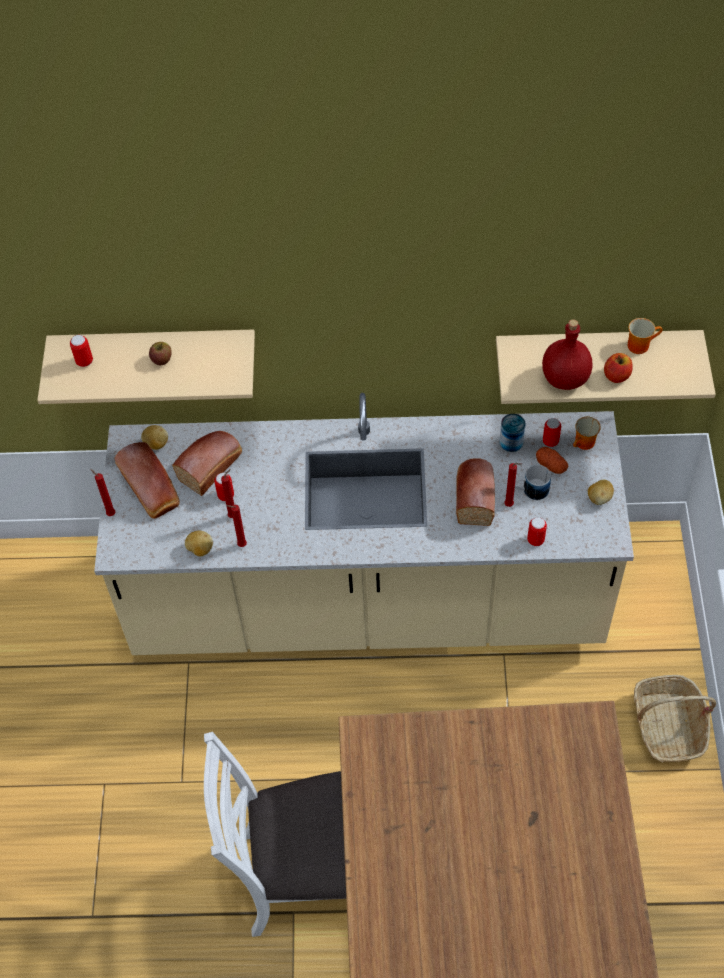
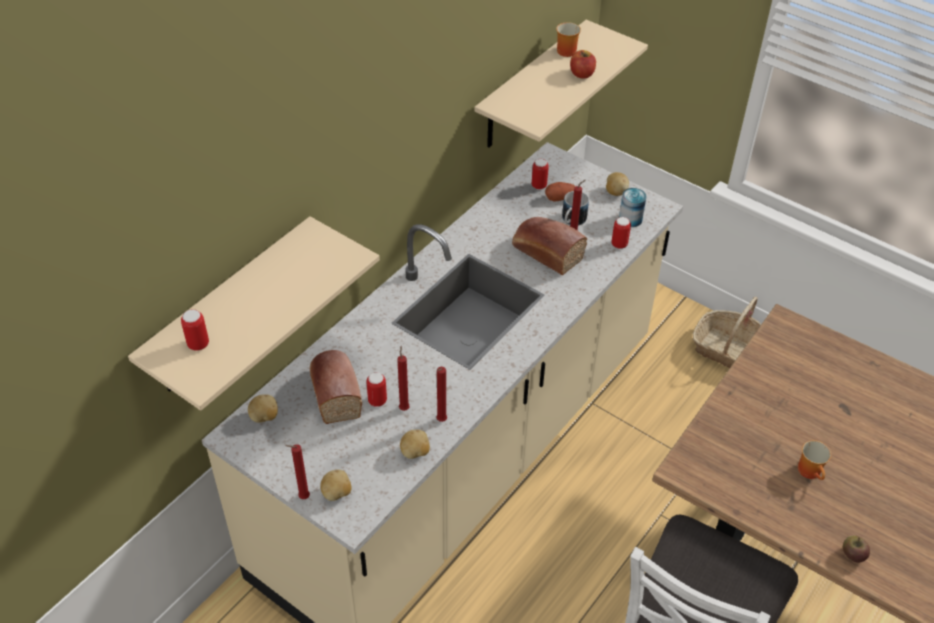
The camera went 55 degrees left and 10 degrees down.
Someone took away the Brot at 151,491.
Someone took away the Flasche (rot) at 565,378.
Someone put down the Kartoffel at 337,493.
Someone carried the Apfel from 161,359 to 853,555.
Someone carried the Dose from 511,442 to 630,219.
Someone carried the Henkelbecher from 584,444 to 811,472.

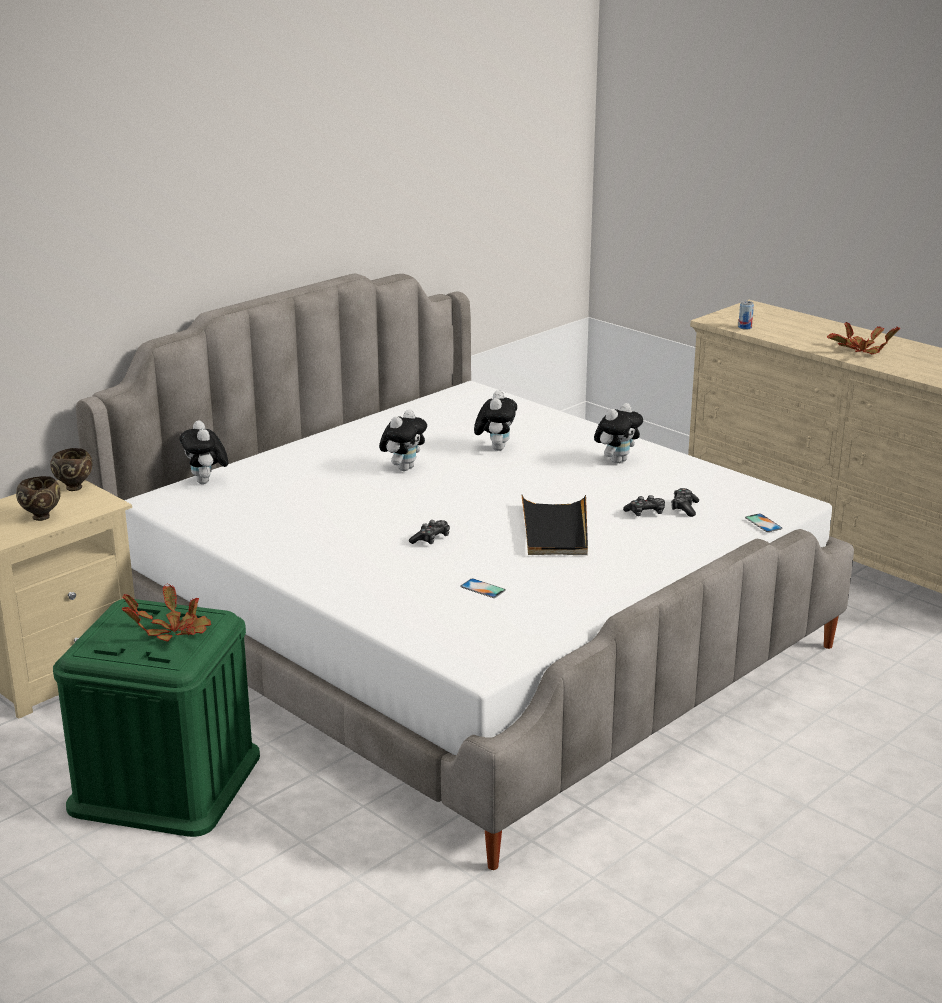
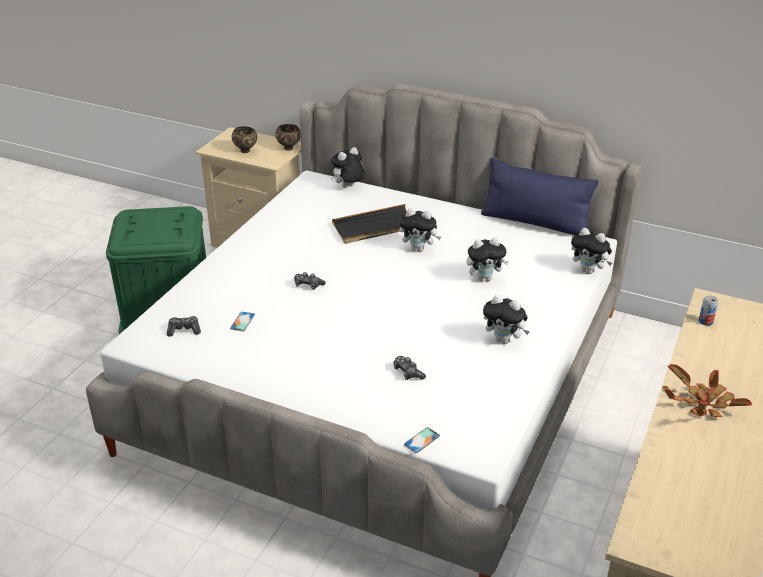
The camera went 70 degrees right and 10 degrees up.
Someone took away the Topfpflanze at 173,631.
Someone put down the Kissen (blau) at 535,223.
Someone put down the Plüschtier at 589,271.
Someone carried the Tablett (schwarz) from 555,530 to 375,227.
Someone carried the Gamepad from 684,508 to 184,330.

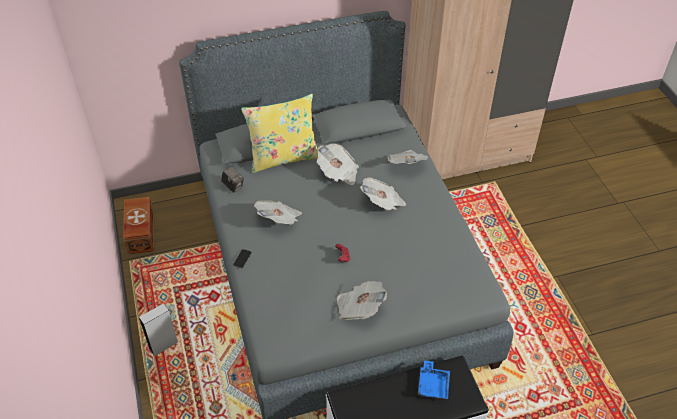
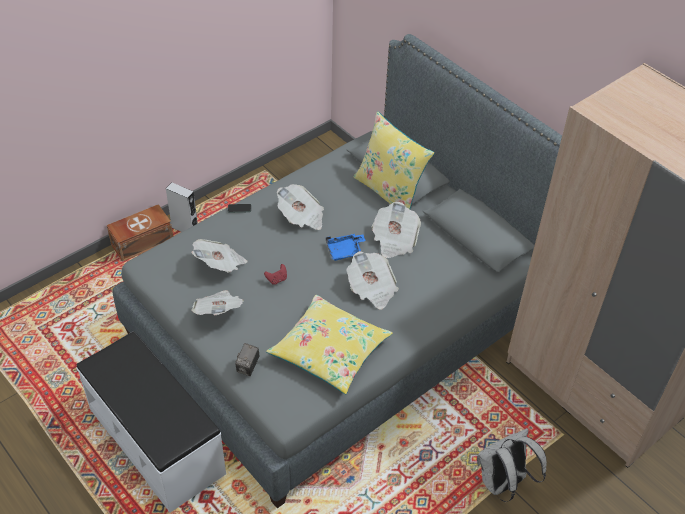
The camera went 65 degrees right and 0 degrees up.
Someone put down the Kissen (gelb) at 329,351.
Someone put down the Rucksack (weiß) at 503,483.
Someone carried the Aufbewahrungsbox (braun) from 140,234 to 141,242.
Someone carried the Kamera from 233,186 to 248,367.
Someone carried the Zeitung from 406,165 to 220,265.
Someone carried the Tablett (blau) from 433,385 to 345,251.

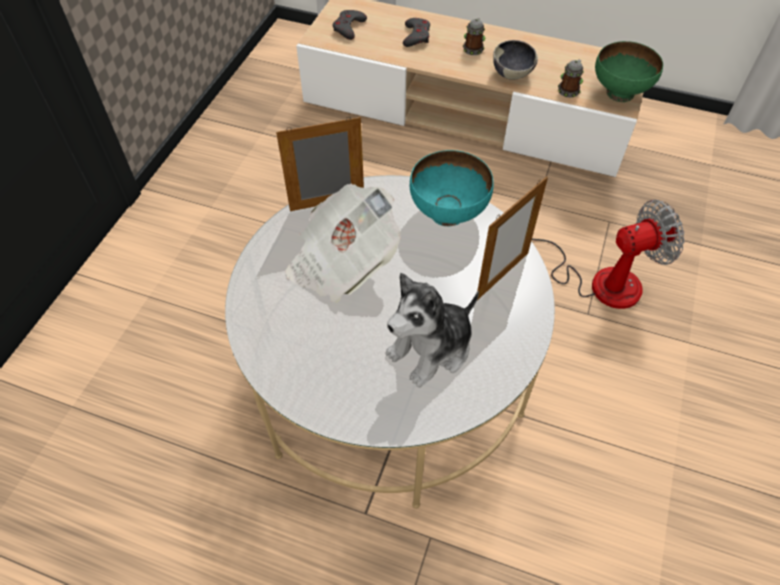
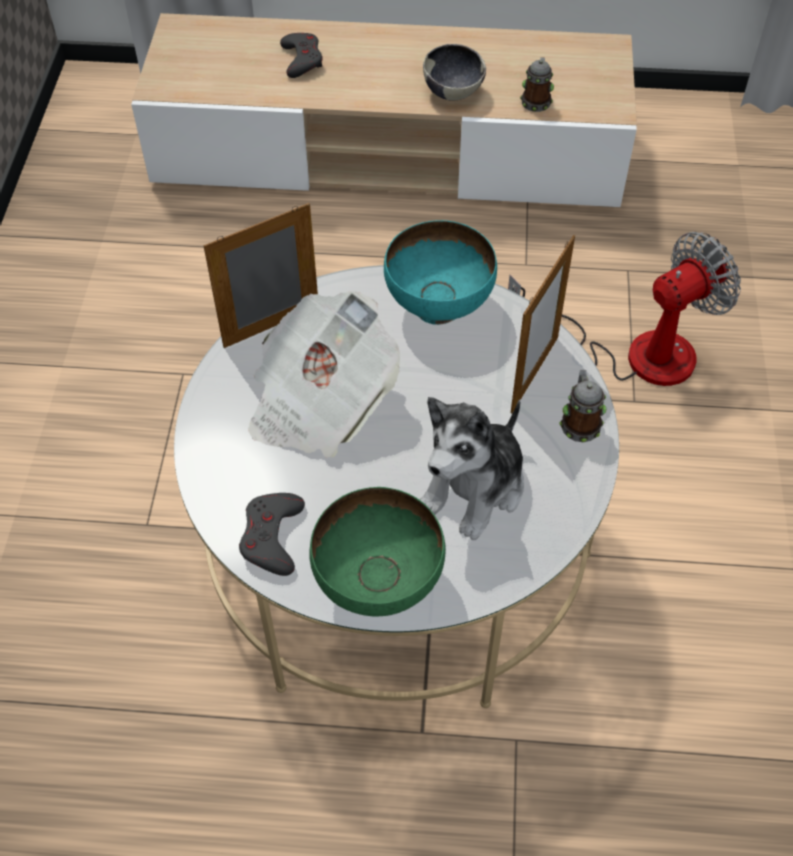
The camera went 15 degrees left and 0 degrees up.
Someone carried the Gamepad (grau) from 348,27 to 272,537.
Someone carried the Henkelbecher from 473,48 to 580,422.
Someone carried the Schüssel (grün) from 619,92 to 379,582.

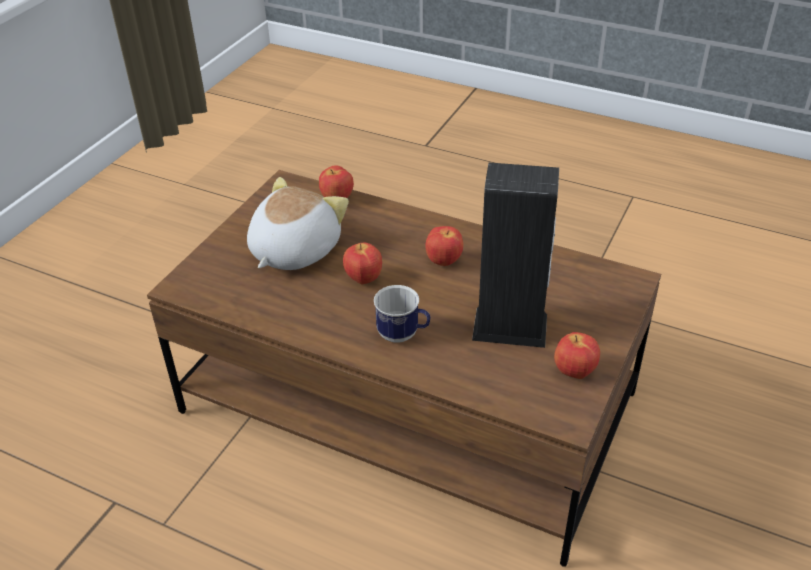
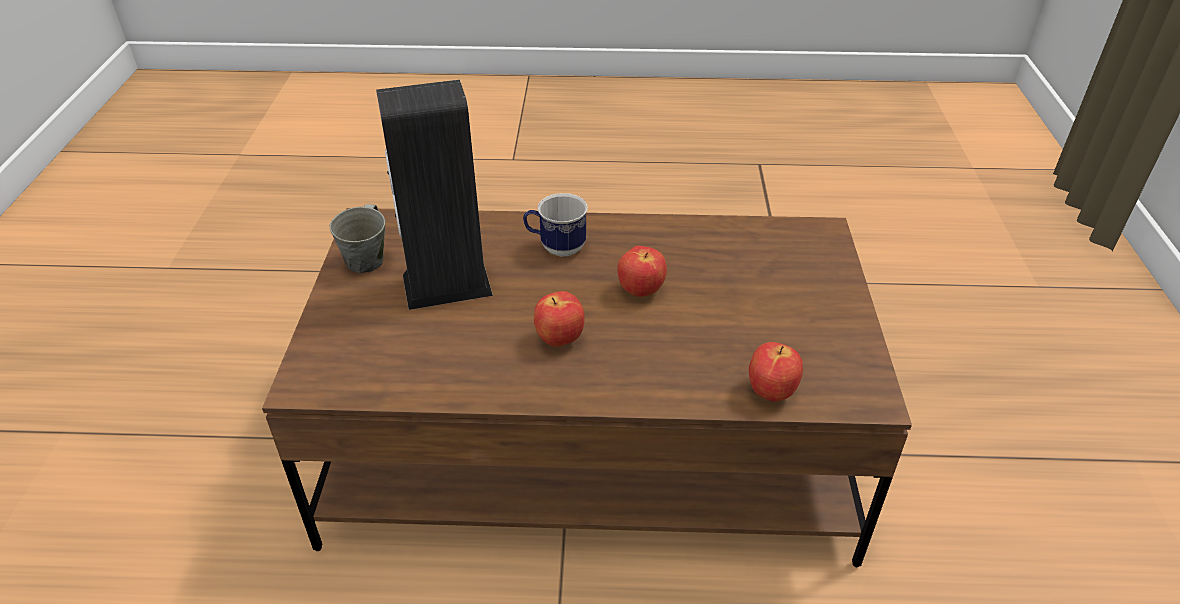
The camera went 155 degrees right and 0 degrees up.
Someone took away the Plüschtier at 293,250.
Someone swapped the Apfel at 574,372 for the Henkelbecher (grau) at 367,260.

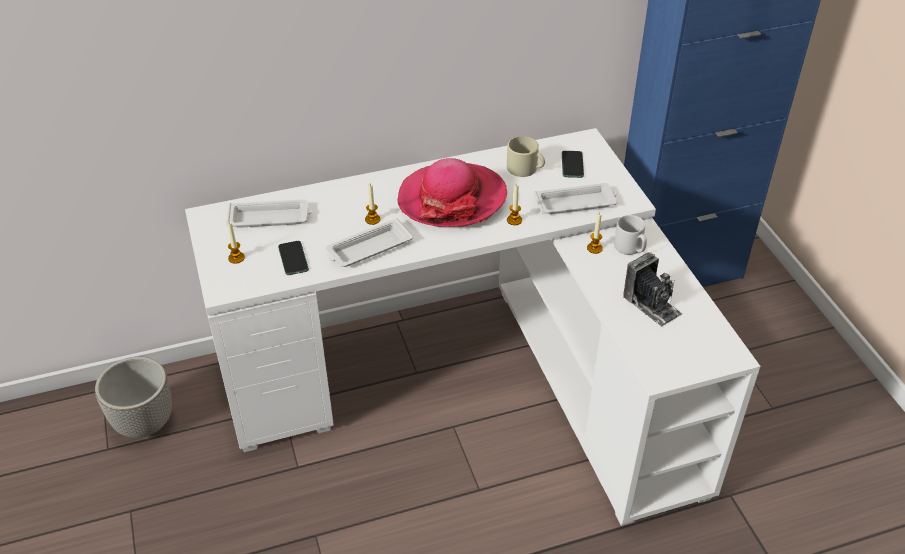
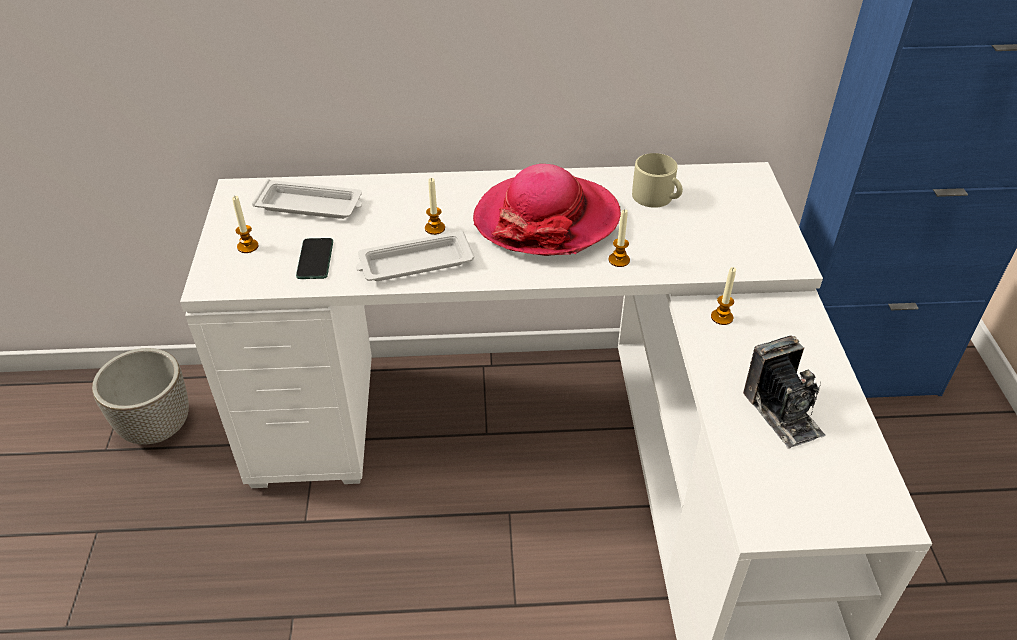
The camera went 15 degrees right and 0 degrees up.
Someone took away the Tablett (weiß) at 576,203.
Someone took away the Handy at 572,165.
Someone took away the Henkelbecher (grau) at 630,248.

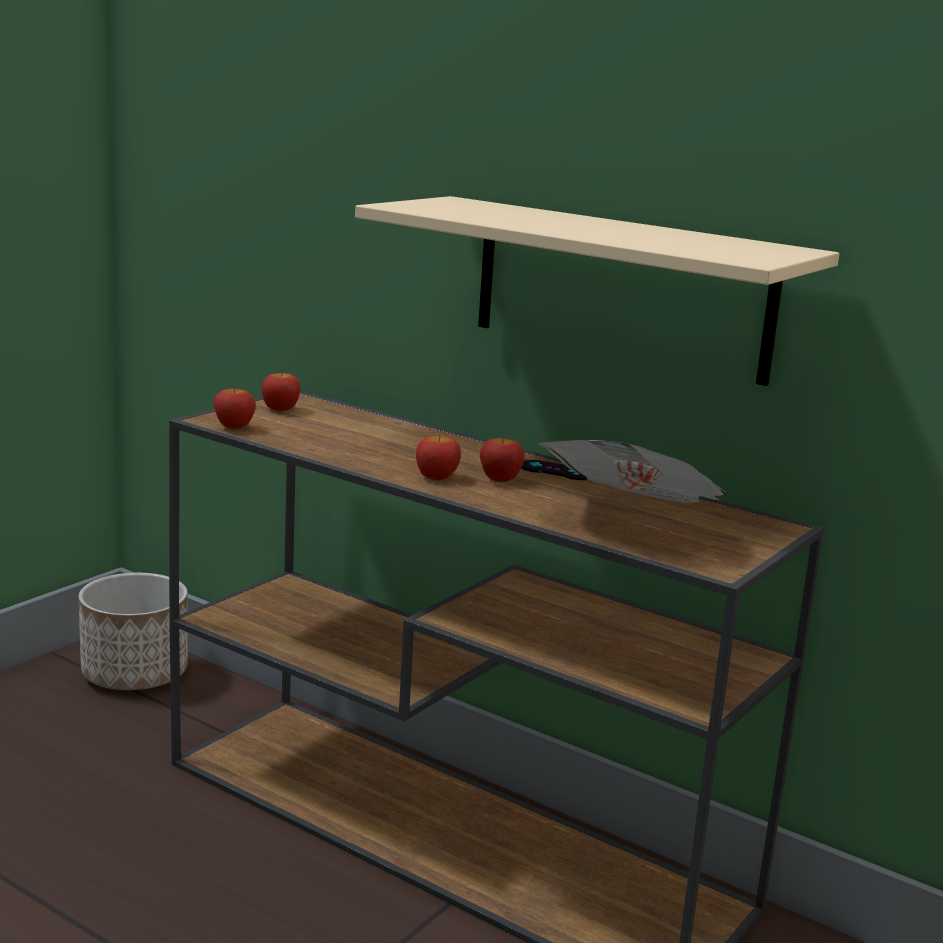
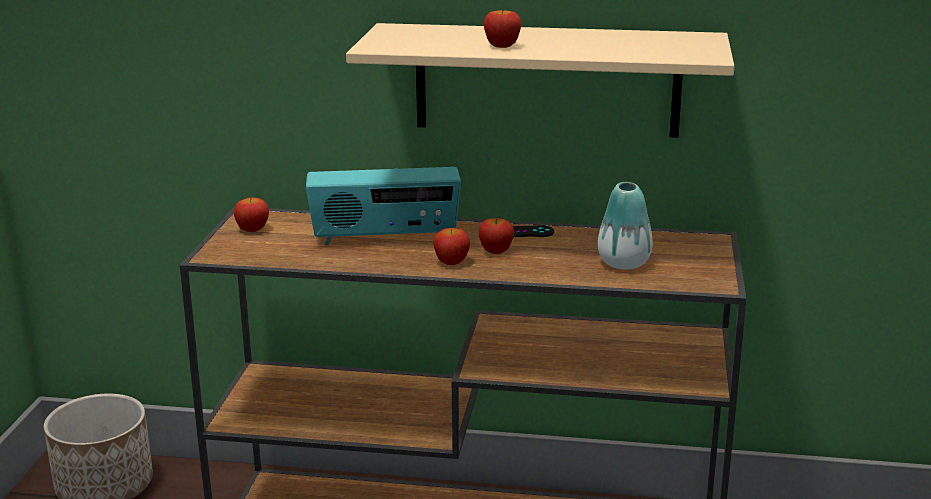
The camera went 25 degrees left and 5 degrees up.
Someone put down the Radio at 385,238.
Someone carried the Apfel from 234,427 to 502,46.
Someone swapped the Zeitung at 632,522 for the Vase at 624,263.

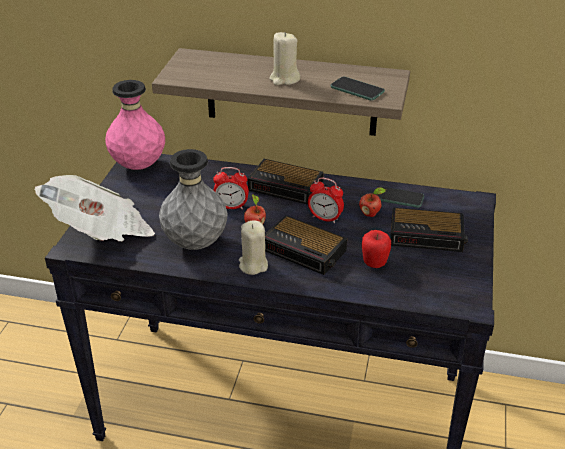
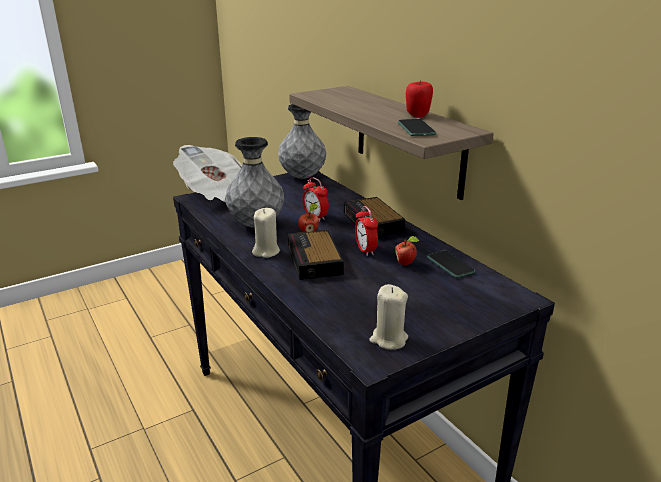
The camera went 45 degrees right and 10 degrees down.
Someone took away the Wecker at 428,235.
Someone carried the Kerze (beige) from 284,79 to 388,339.
Someone carried the Apfel from 374,263 to 417,115.
Someone repainted the Vase (rosa) at 139,165, which became the Vase (grau) at 302,177.

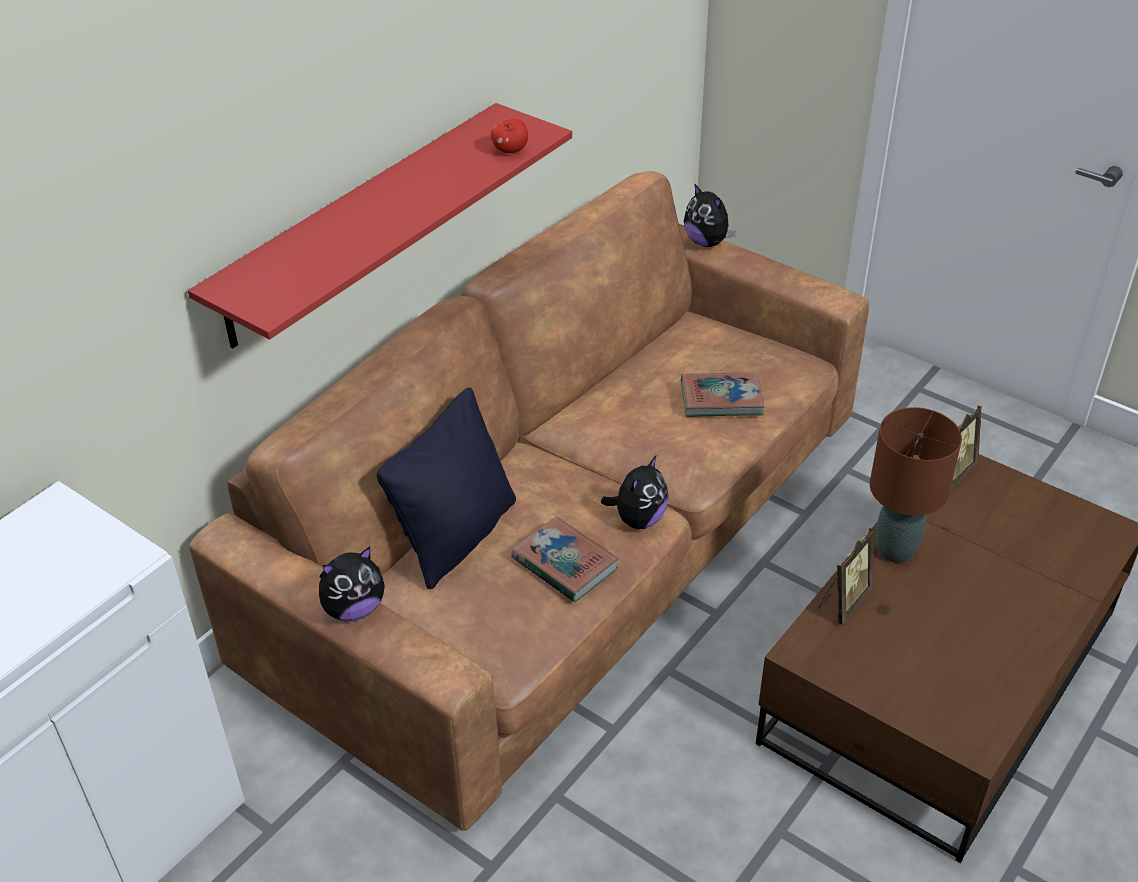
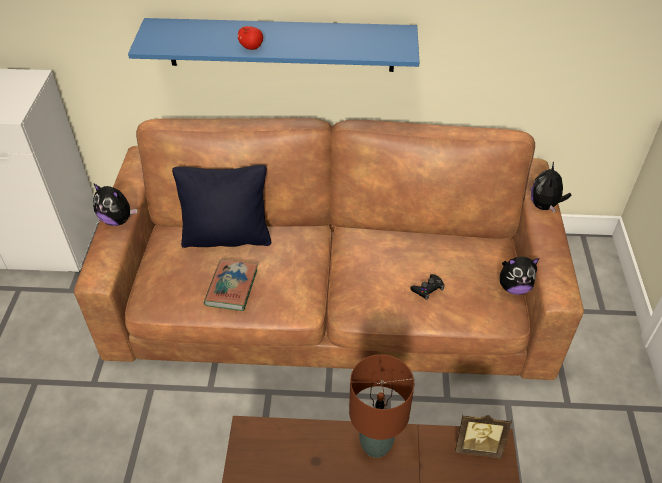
The camera went 55 degrees right and 5 degrees up.
Someone took away the Bilderrahmen at 843,601.
Someone carried the Apfel from 510,150 to 251,47.
Someone carried the Plüschtier from 638,519 to 514,287.
Someone swapped the Buch at 721,399 for the Gamepad (schwarz) at 427,289.
Someone repainted the Wandregal (rot) at 360,223, which became the Wandregal (blau) at 281,45.

